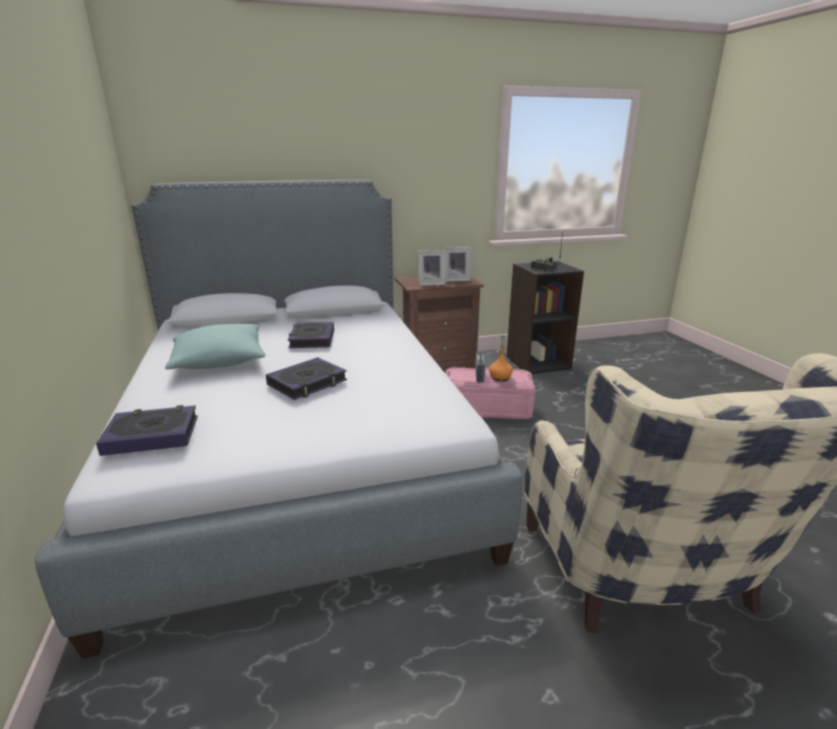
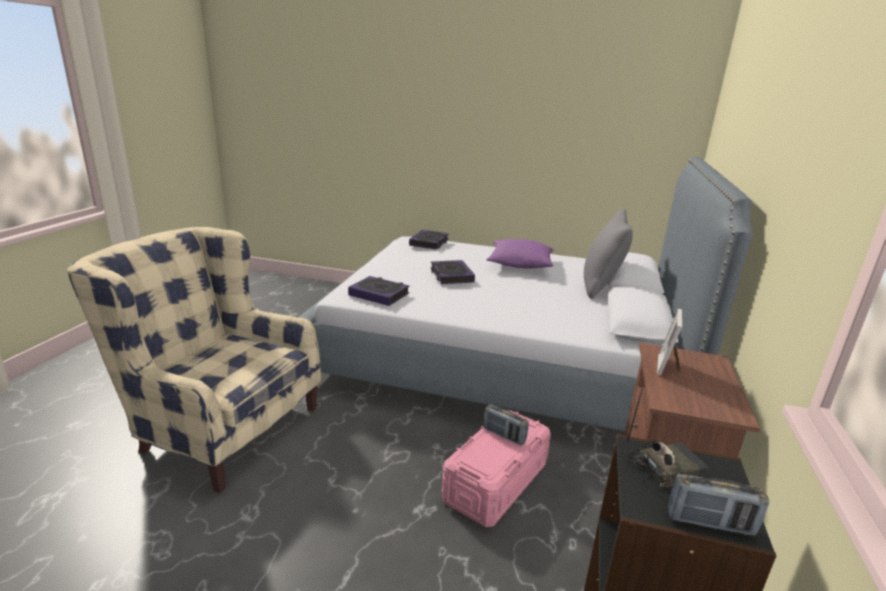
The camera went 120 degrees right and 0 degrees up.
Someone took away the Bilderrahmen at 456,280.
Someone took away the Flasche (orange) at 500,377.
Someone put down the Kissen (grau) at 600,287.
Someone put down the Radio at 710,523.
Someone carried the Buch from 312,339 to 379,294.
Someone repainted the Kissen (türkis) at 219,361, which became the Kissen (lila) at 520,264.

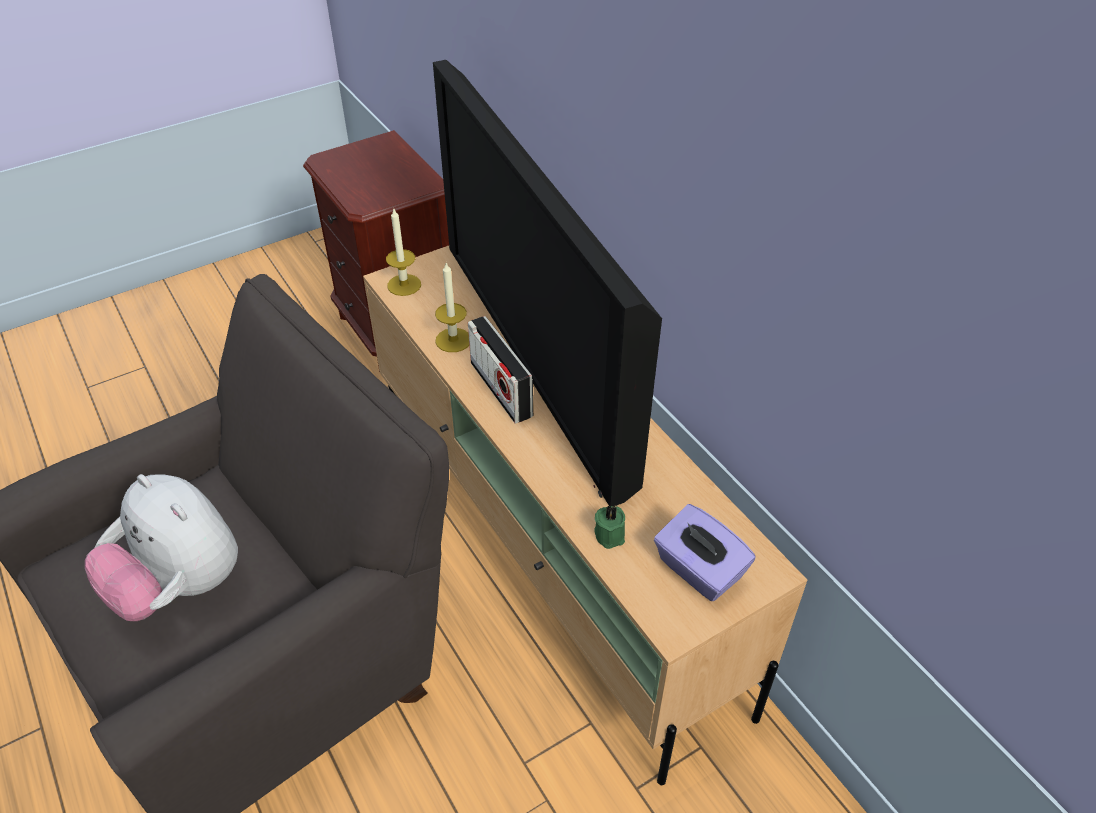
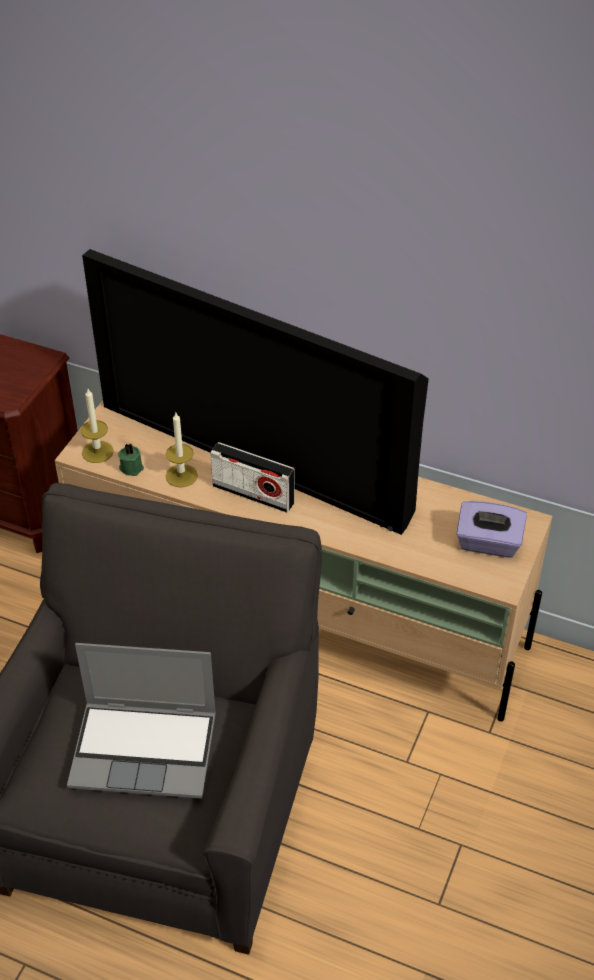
The camera went 35 degrees left and 0 degrees up.
Someone carried the Kerze (grün) from 610,534 to 131,467.
Someone swapped the Plüschtier at 180,586 for the Laptop at 146,749.

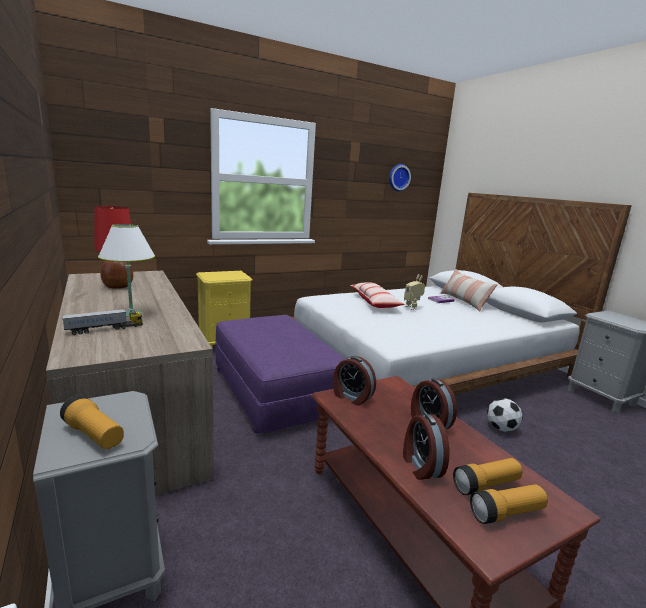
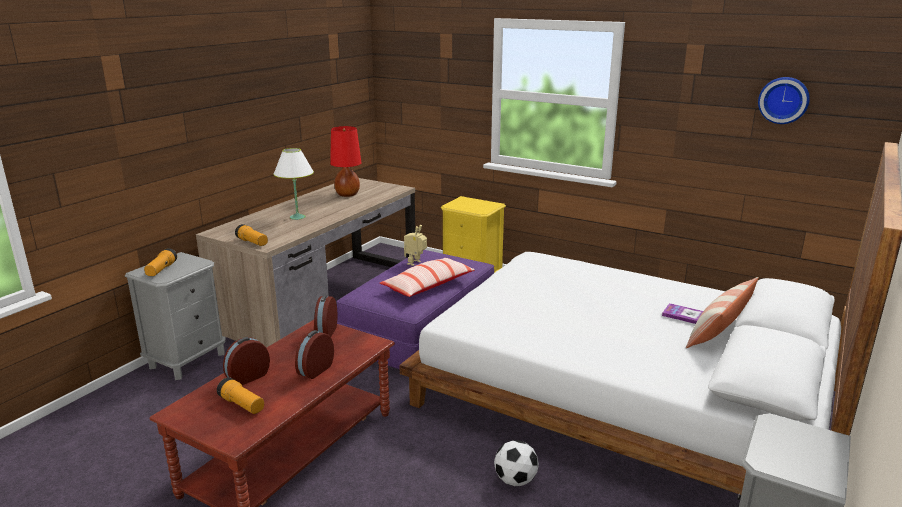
The camera went 60 degrees right and 5 degrees up.
Someone took away the Spielzeuglaster at 105,329.
Someone carried the Kissen from 374,302 to 428,286.
Someone carried the Spielzeugroboter from 412,307 to 416,263.
Someone carried the Taschenlampe from 506,513 to 252,242.

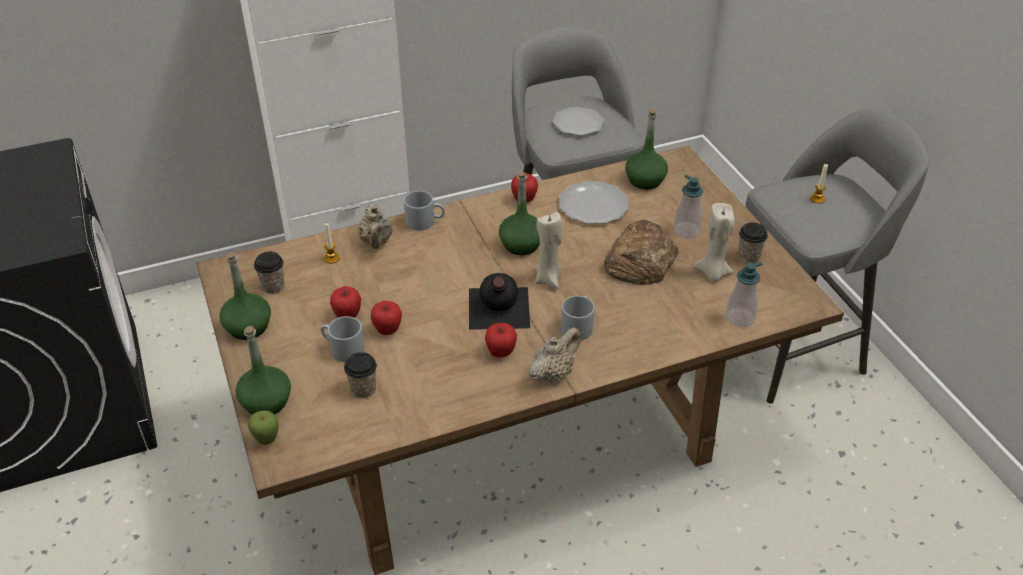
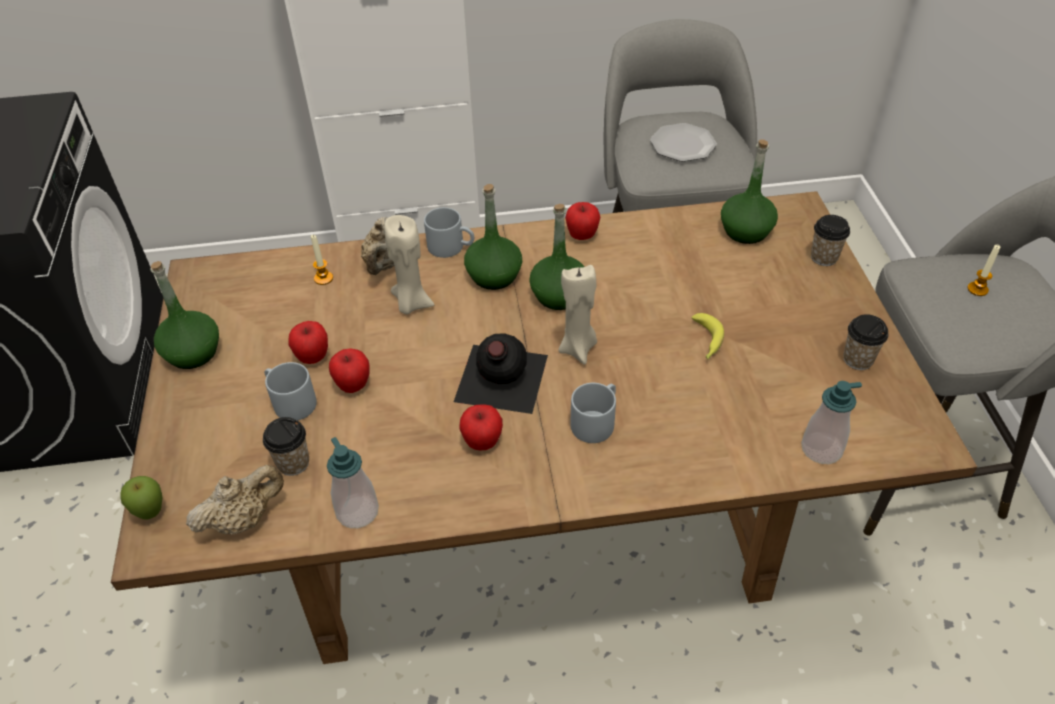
The camera went 15 degrees right and 5 degrees up.
Someone took away the Teller at 594,205.
Someone carried the Flasche (grün) from 266,402 to 494,276.
Someone carried the Tasse from 273,286 to 824,257.
Someone carried the Teekanne (beige) from 554,373 to 244,519.
Someone carried the Seifenspender from 686,231 to 357,511.
Someone carried the Kerze (beige) from 712,273 to 411,303.
Someone swapped the Brot at 640,260 for the Banane at 706,341.

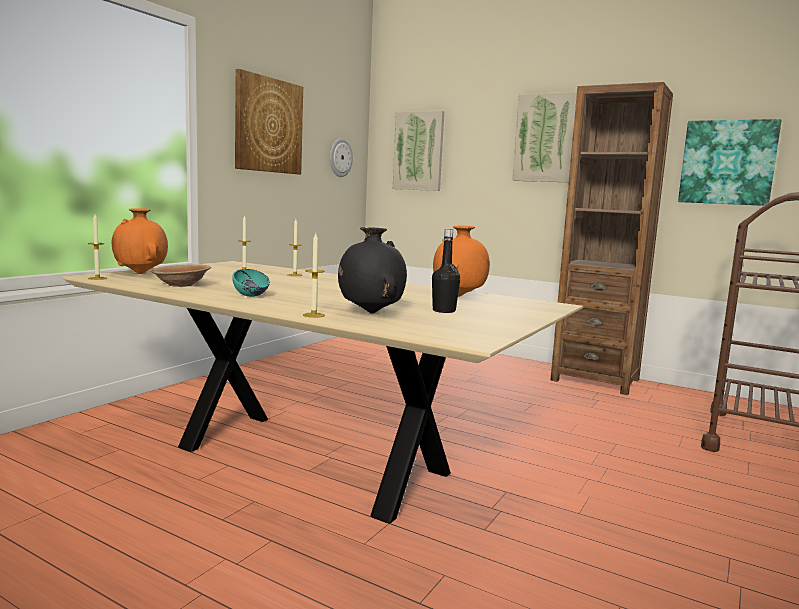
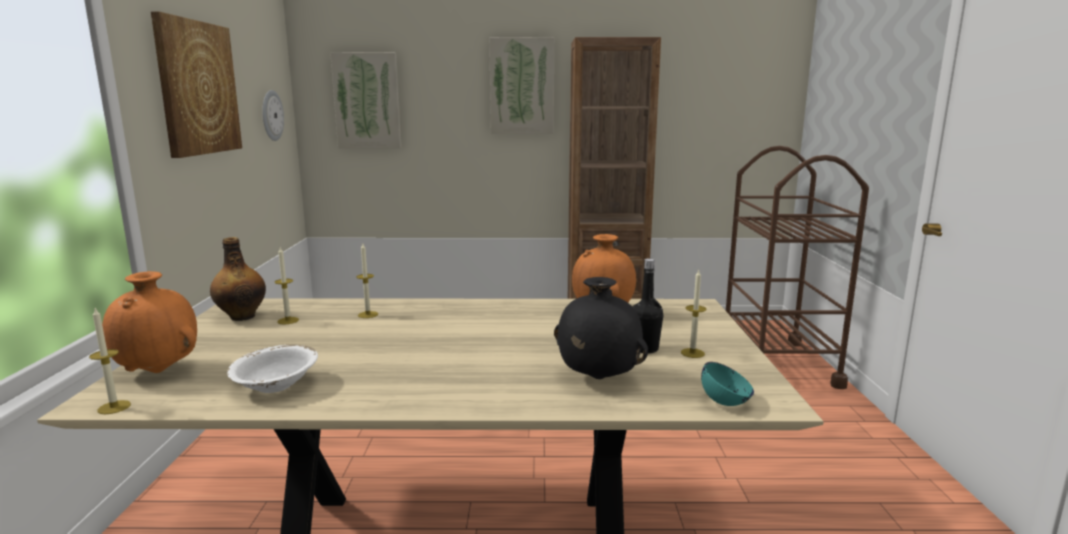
The camera went 30 degrees left and 5 degrees up.
Someone took away the Bild at 727,162.
Someone put down the Flasche at 242,316.
Someone carried the Schüssel (türkis) from 251,296 to 725,402.
Someone carried the Kerze from 314,315 to 692,353.
Someone repainted the Schüssel (braun) at 181,285, which became the Schüssel (weiß) at 276,385.

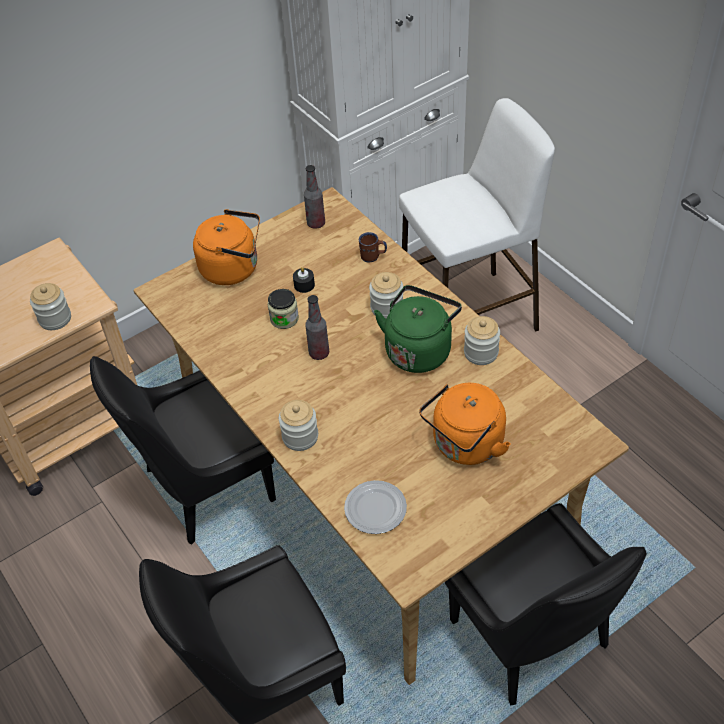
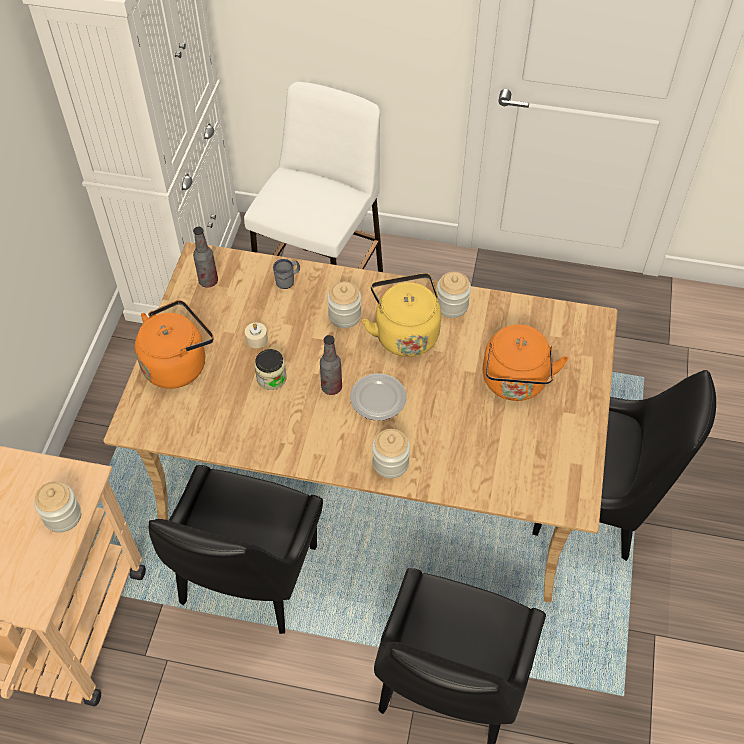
The camera went 45 degrees left and 5 degrees up.
Someone carried the Teller from 375,509 to 378,399.
Someone repainted the Kerze (schwarz) at 304,285, which became the Kerze (beige) at 257,339.
Someone repainted the Henkelbecher (braun) at 373,257, which became the Henkelbecher (grau) at 288,281.
Someone repainted the Wasserkessel (grün) at 419,349, which became the Wasserkessel (gelb) at 405,333.

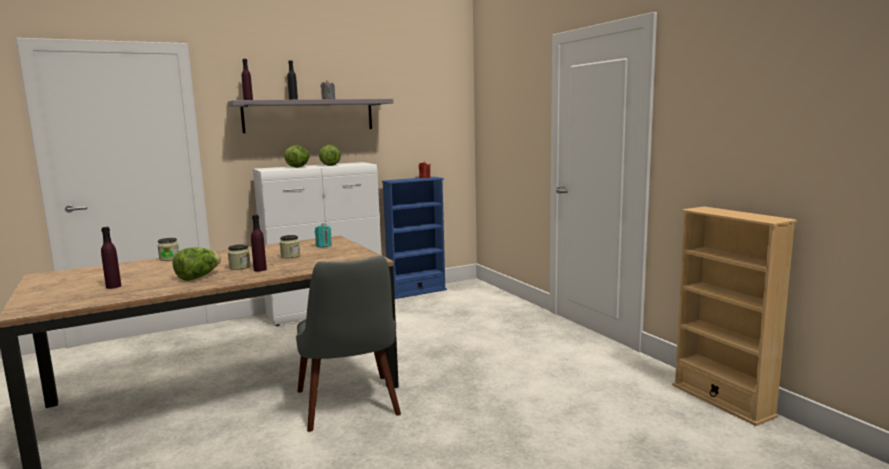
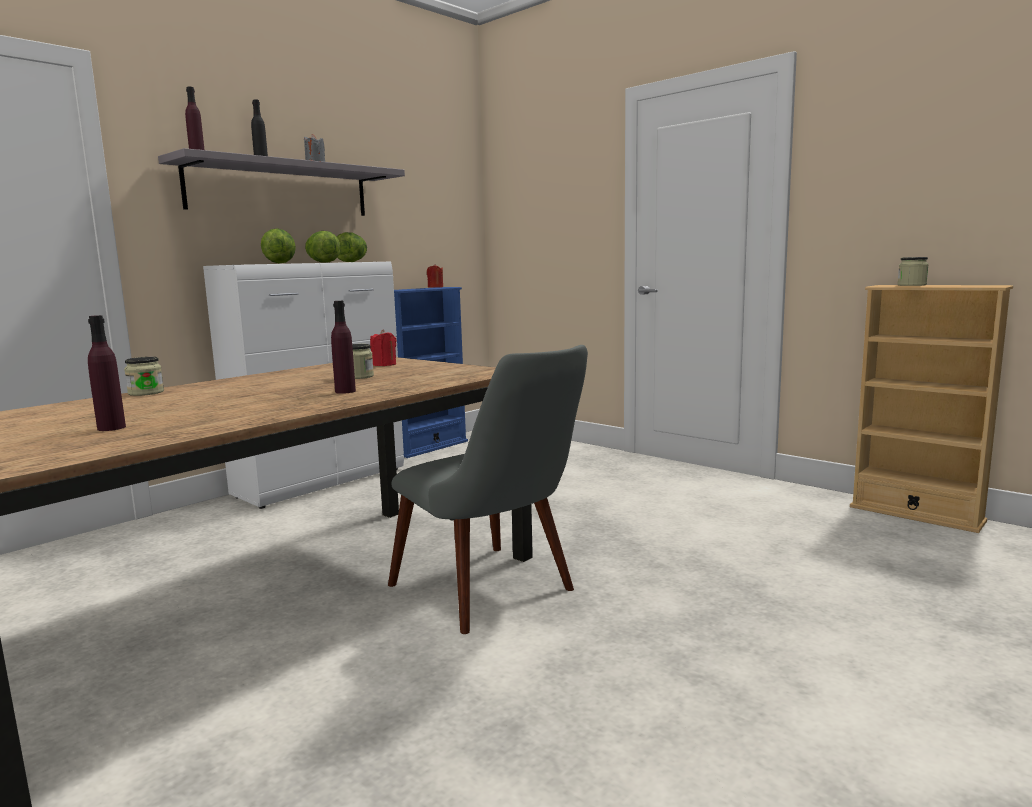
The camera went 20 degrees left and 0 degrees up.
Someone carried the Salatkopf from 198,277 to 353,262.
Someone carried the Vorratsglas from 240,267 to 911,285.
Someone repainted the Kerze (türkis) at 323,245, which became the Kerze (rot) at 384,365.

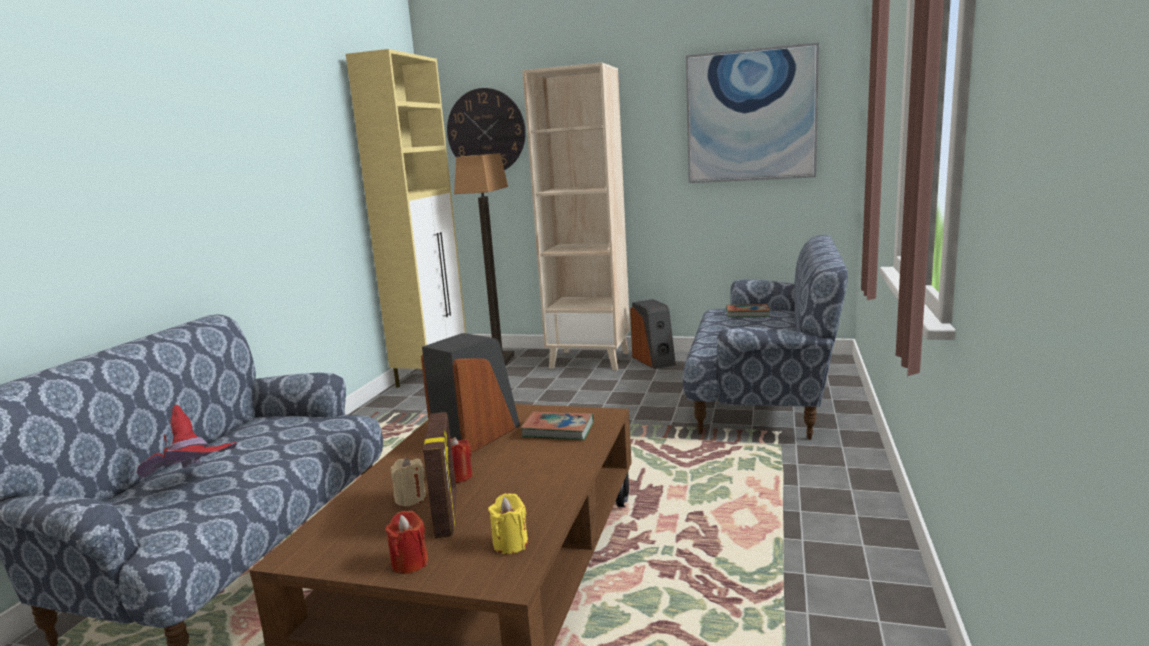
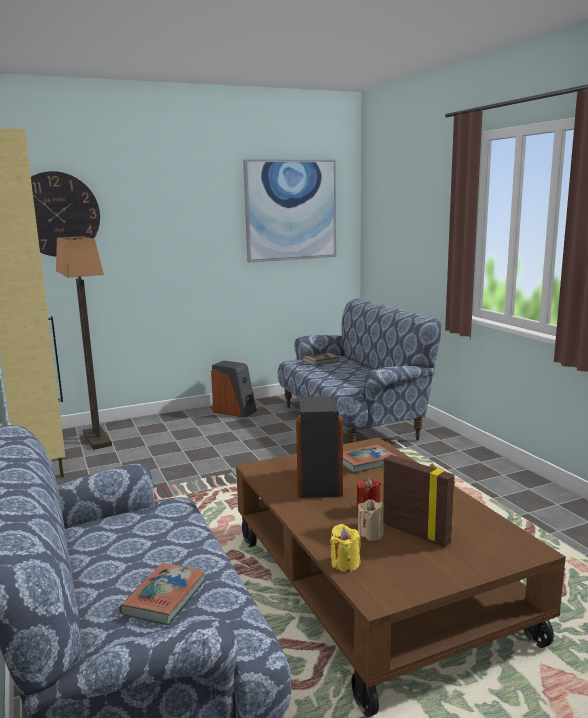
The camera went 40 degrees left and 0 degrees up.
Someone took away the Kerze (rot) at 409,563.
Someone took away the Bücherregal (beige) at 590,360.
Someone carried the Kerze (gelb) from 510,544 to 345,564.
Someone swapped the Hut (rot) at 194,487 for the Buch at 165,597.

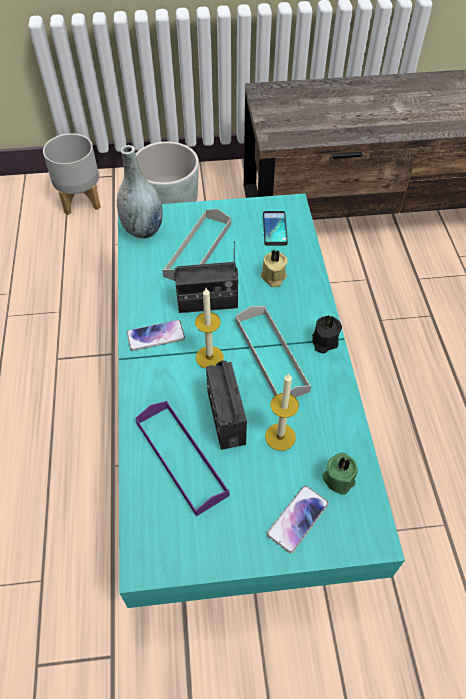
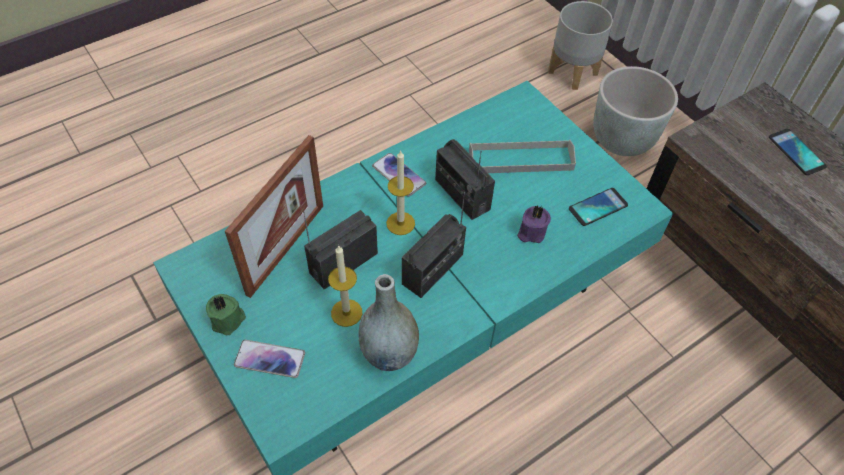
The camera went 60 degrees right and 0 degrees up.
Someone took away the Kerze (schwarz) at 324,342.
Someone put down the Handy at 796,152.
Someone carried the Vase (grau) from 143,230 to 389,353.
Someone carried the Kerze (grün) from 339,477 to 228,321.
Someone swapped the Tablett (lila) at 181,458 for the Bilderrahmen at 286,249.
Someone swapped the Tablett (grau) at 271,355 for the Radio at 433,269.
Someone repainted the Kerze (beige) at 273,277, which became the Kerze (lila) at 531,232.

